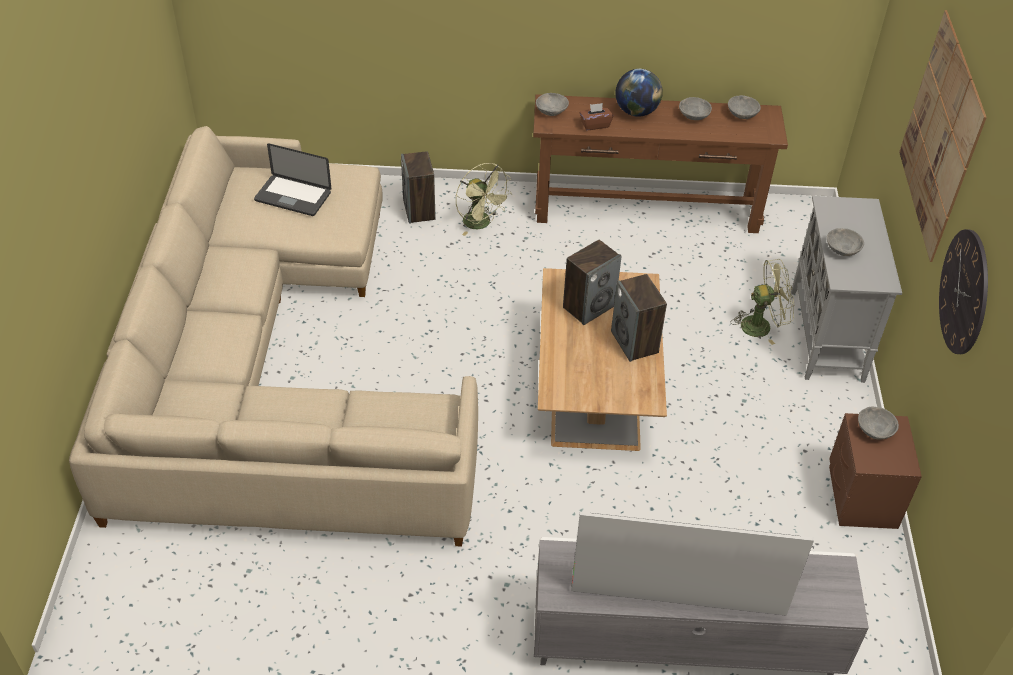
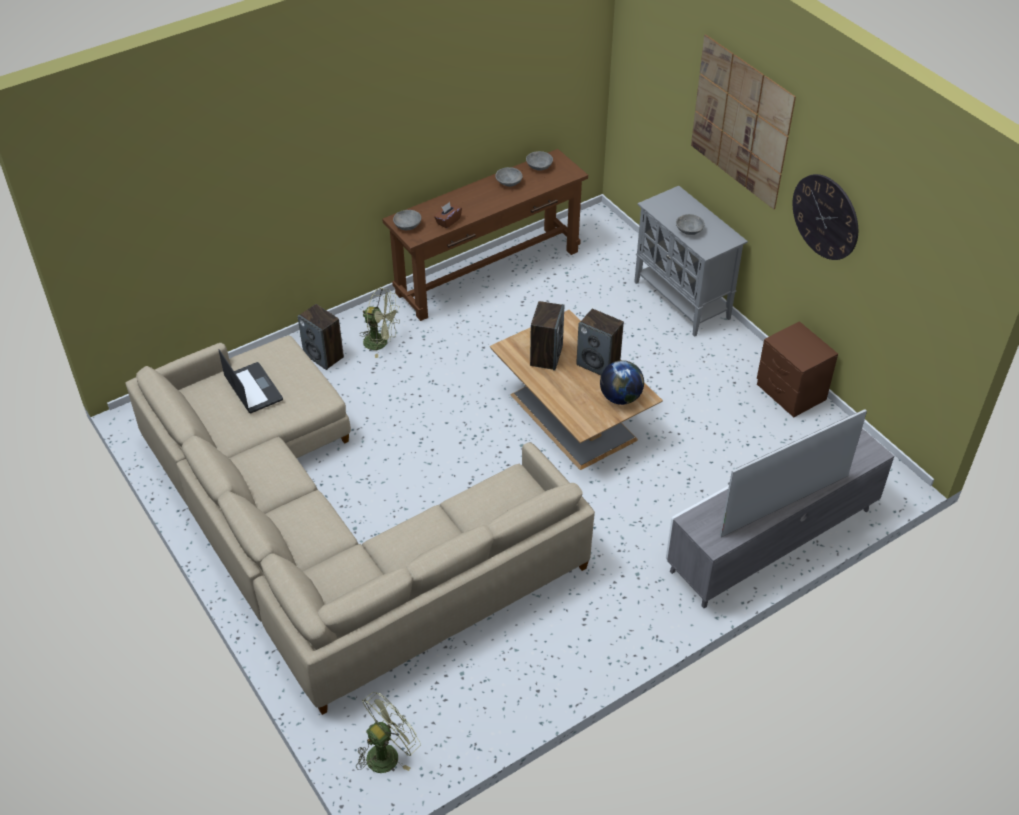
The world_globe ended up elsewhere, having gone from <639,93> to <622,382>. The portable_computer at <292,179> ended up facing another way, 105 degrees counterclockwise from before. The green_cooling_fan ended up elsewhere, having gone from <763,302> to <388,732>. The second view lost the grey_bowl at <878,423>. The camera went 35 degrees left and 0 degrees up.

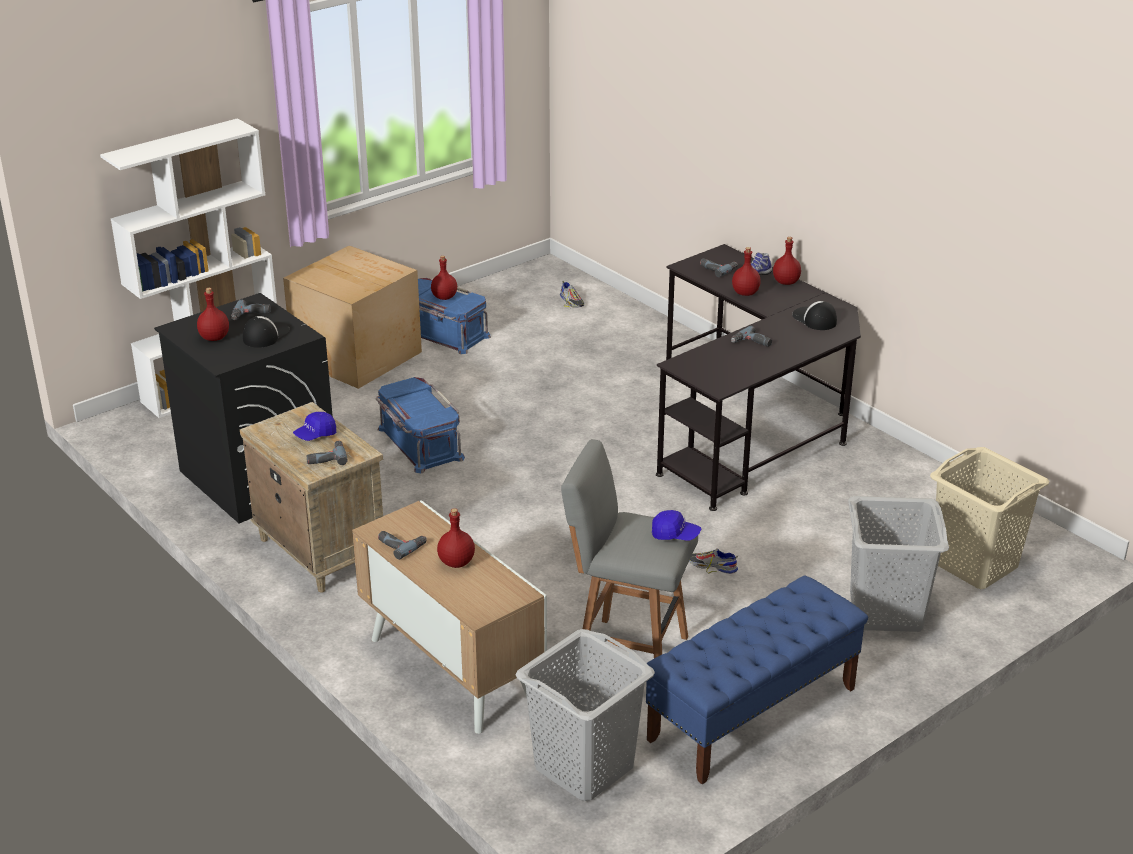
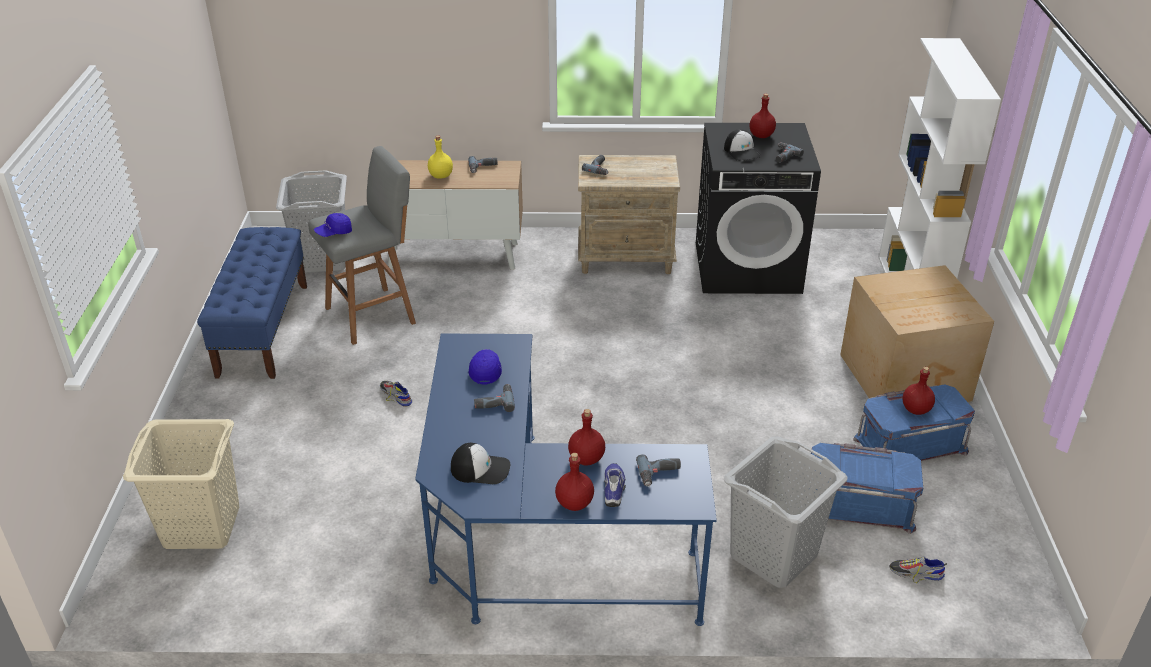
What was the blackish_desk_unit at <758,377> turned into the bluish_desk_unit at <566,480>. The bluish_storage_bin ended up elsewhere, having gone from <420,425> to <867,488>. The bluish_peaked_cap ended up elsewhere, having gone from <314,426> to <485,367>. The grey_laundry_basket ended up elsewhere, having gone from <898,564> to <786,512>. What was the red_drink_bottle at <456,538> turned into the yellowish_drink_bottle at <440,157>. The low_shoe at <713,561> ended up facing another way, 105 degrees counterclockwise from before. The camera went 130 degrees right and 5 degrees up.

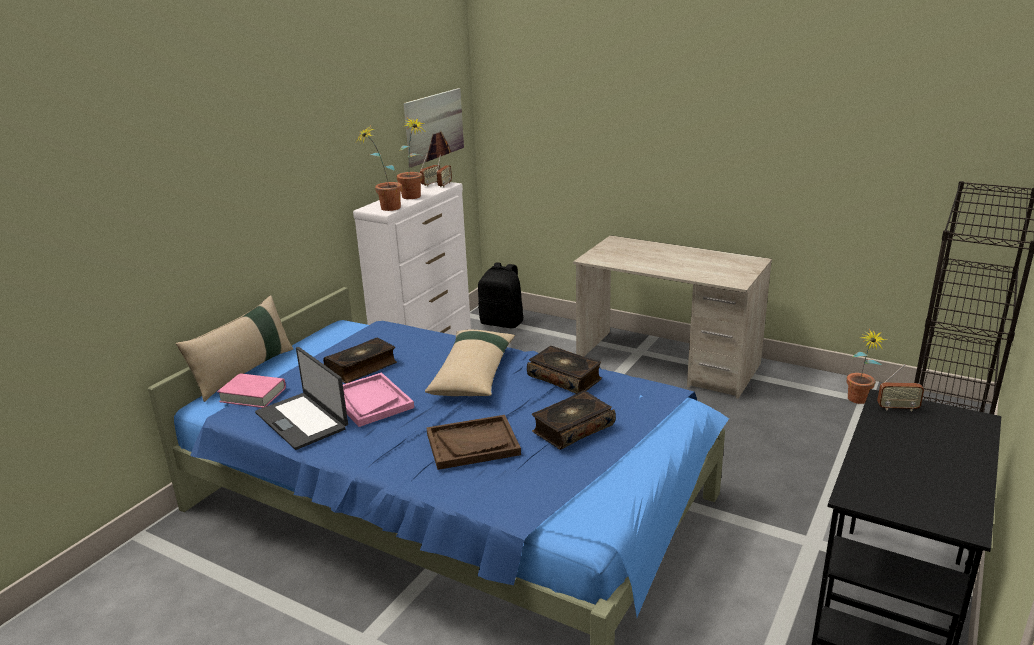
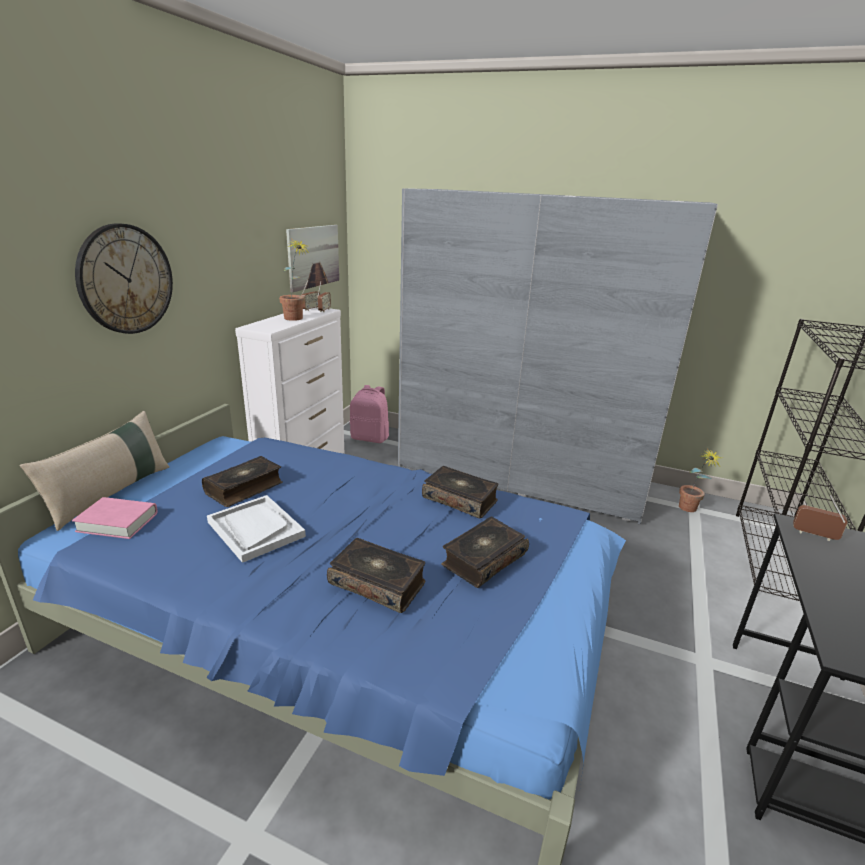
The second view lost the potted_plant at <379,169>. Where the beige-coloured_desk_unit stood at <672,317>, the grey_clothes_cupboard came to stand at <558,356>. What was the blackish_backpack at <501,295> turned into the pinkish_backpack at <369,414>. The second view lost the beige-coloured_throw_pillow at <470,362>. The second view lost the portable_computer at <301,398>. The radio at <900,387> ended up facing another way, 150 degrees counterclockwise from before. What was the pinkish_serving_tray at <378,399> turned into the white-coloured_serving_tray at <256,529>. Where the brown_serving_tray stood at <473,442>, the book came to stand at <376,575>. The second view gained the hanging_clock at <124,278>. The camera went 10 degrees left and 0 degrees up.

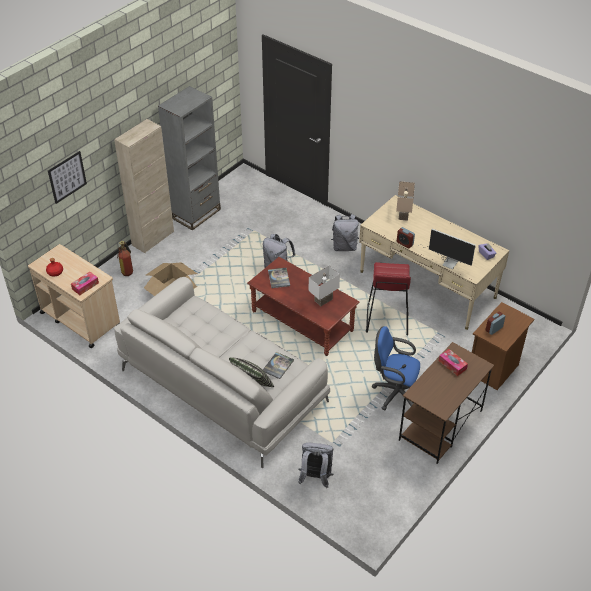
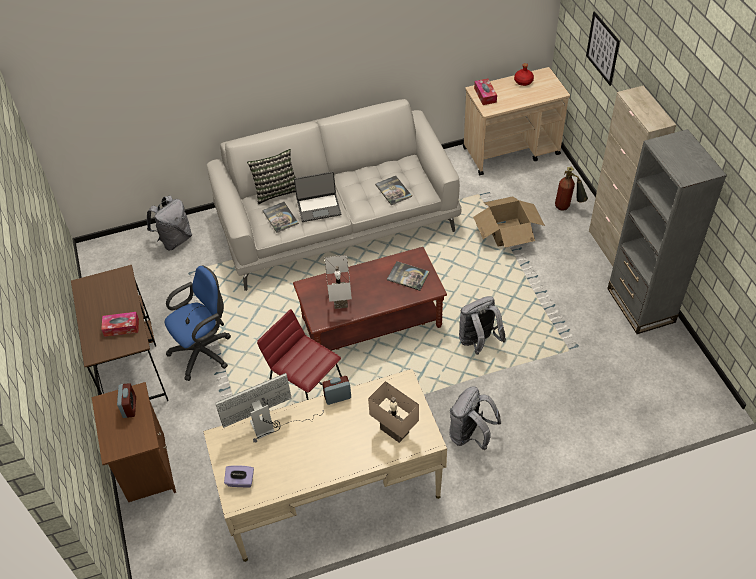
The second view gained the portable_computer at <317,196>. The second view gained the book at <393,190>. The camera went 125 degrees right and 5 degrees up.

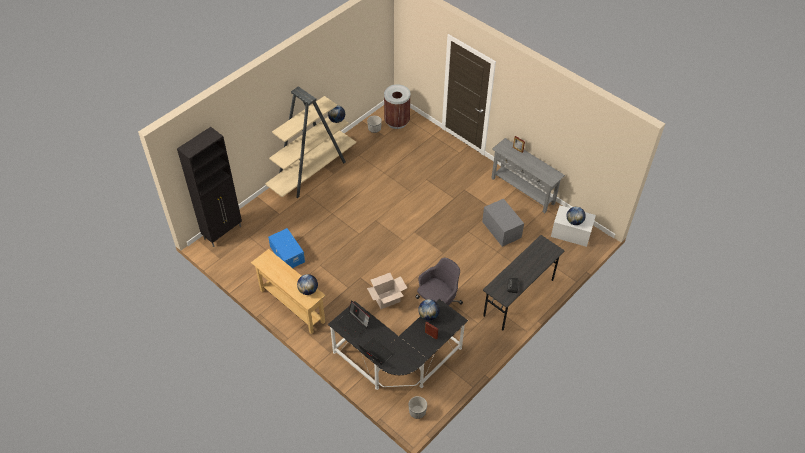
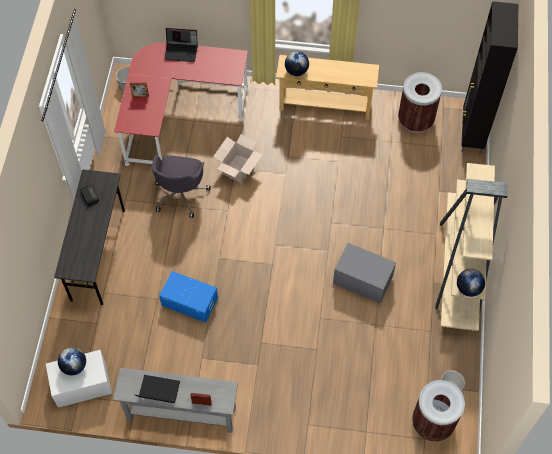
The grey_storage_bin ended up elsewhere, having gone from <503,223> to <364,273>. The bluish_storage_bin ended up elsewhere, having gone from <286,248> to <188,297>. What was the blackish_desk_unit at <398,344> turned into the red_desk_unit at <181,104>. The second view lost the world_globe at <429,310>. The portable_computer ended up elsewhere, having gone from <353,319> to <157,389>. The second view gained the brown_rubbish_bin at <420,102>. The camera went 145 degrees right and 10 degrees up.

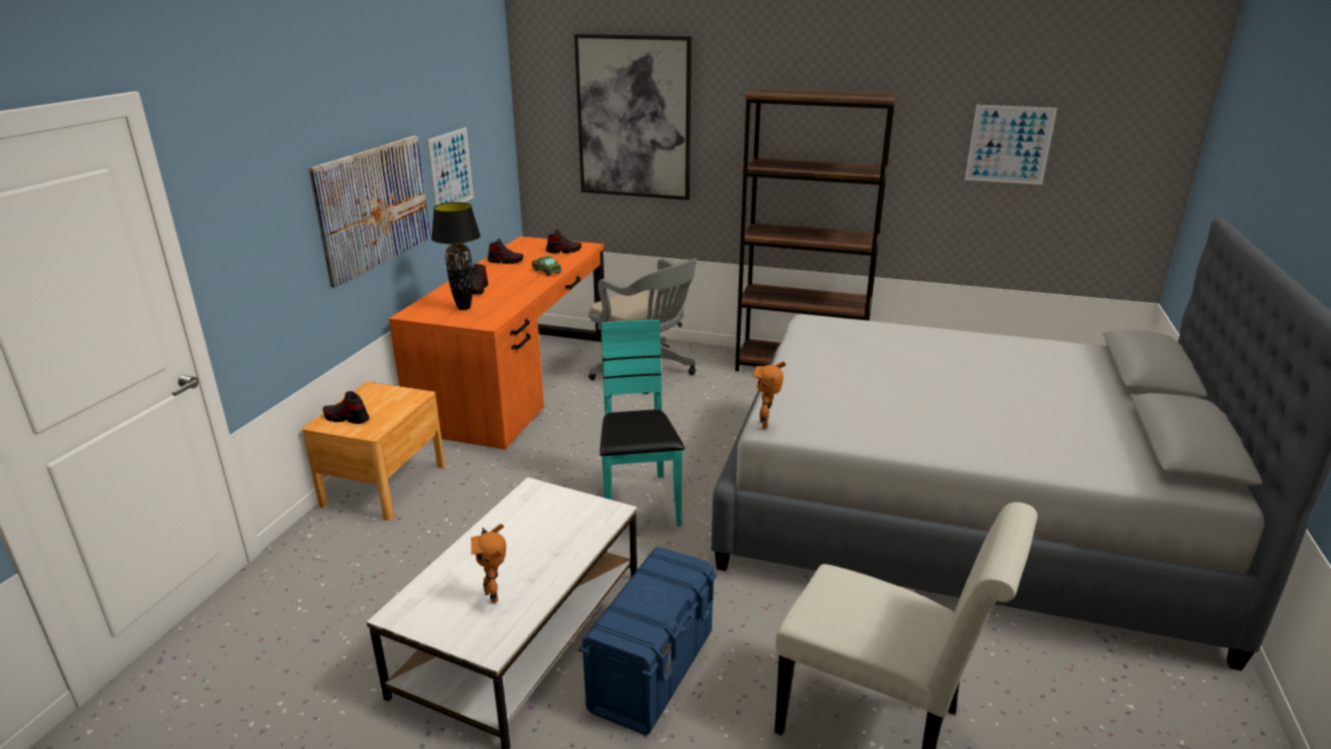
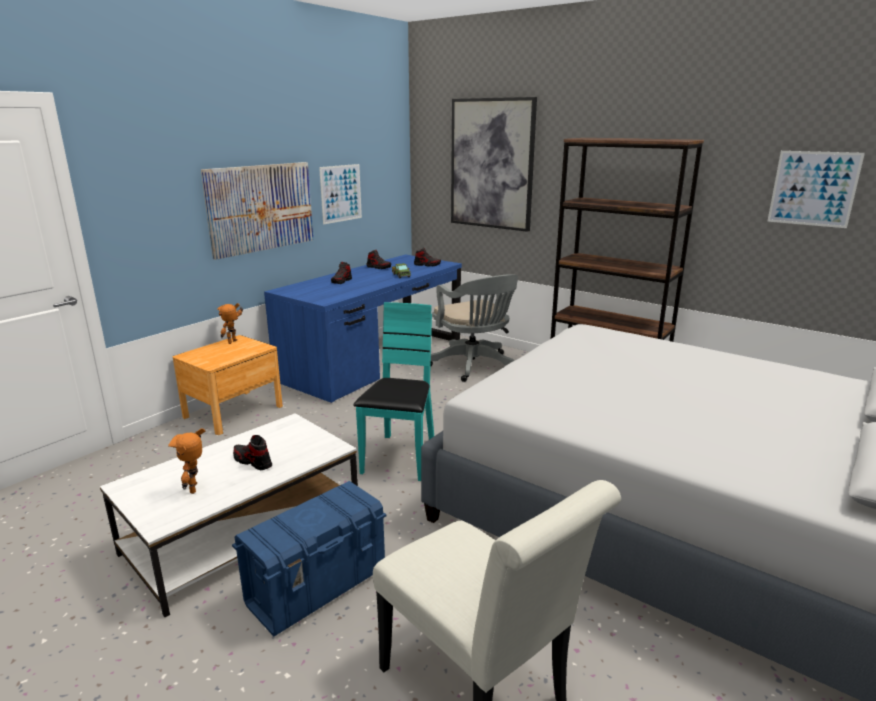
The second view lost the blackish_tabletop_lamp at <456,256>. What was the orangey_desk_unit at <496,343> turned into the bluish_desk_unit at <363,329>. The toy_robot ended up elsewhere, having gone from <769,395> to <230,323>. The low_shoe ended up elsewhere, having gone from <346,407> to <252,452>. The camera went 20 degrees right and 5 degrees down.

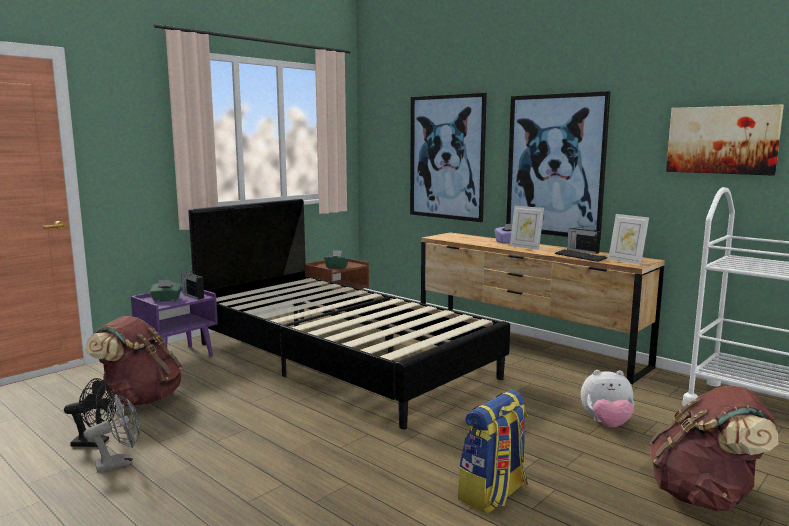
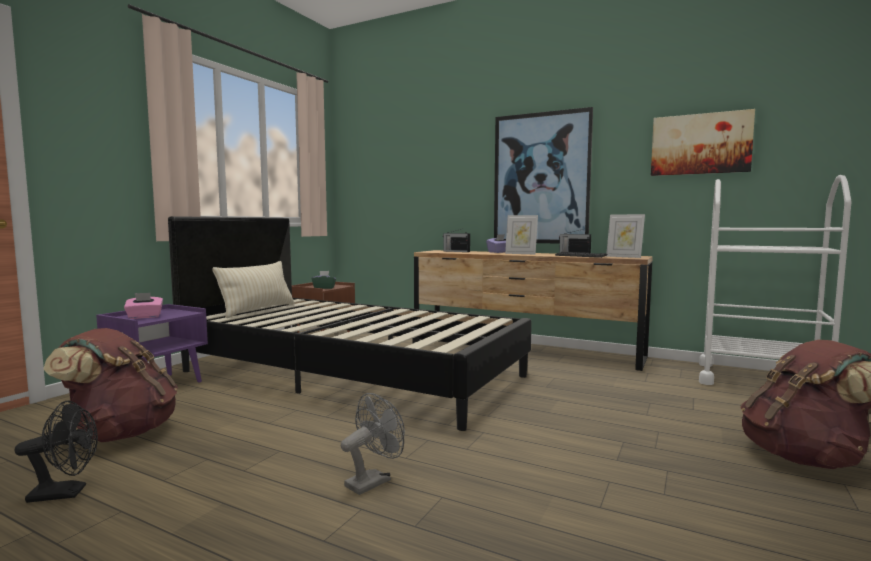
The second view lost the picture at <448,157>. The radio ended up elsewhere, having gone from <192,285> to <456,240>. What was the green_tissue_holder at <165,291> turned into the pinkish_tissue_holder at <143,306>. The second view lost the plush_toy at <607,398>. The second view lost the backpack at <493,451>. The grey_cooling_fan ended up elsewhere, having gone from <111,433> to <373,444>. The second view gained the beige-coloured_throw_pillow at <253,289>. The camera went 15 degrees left and 5 degrees down.

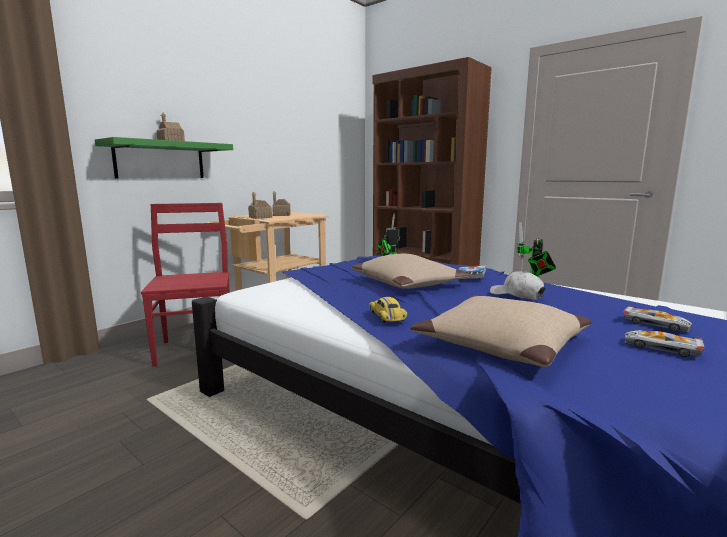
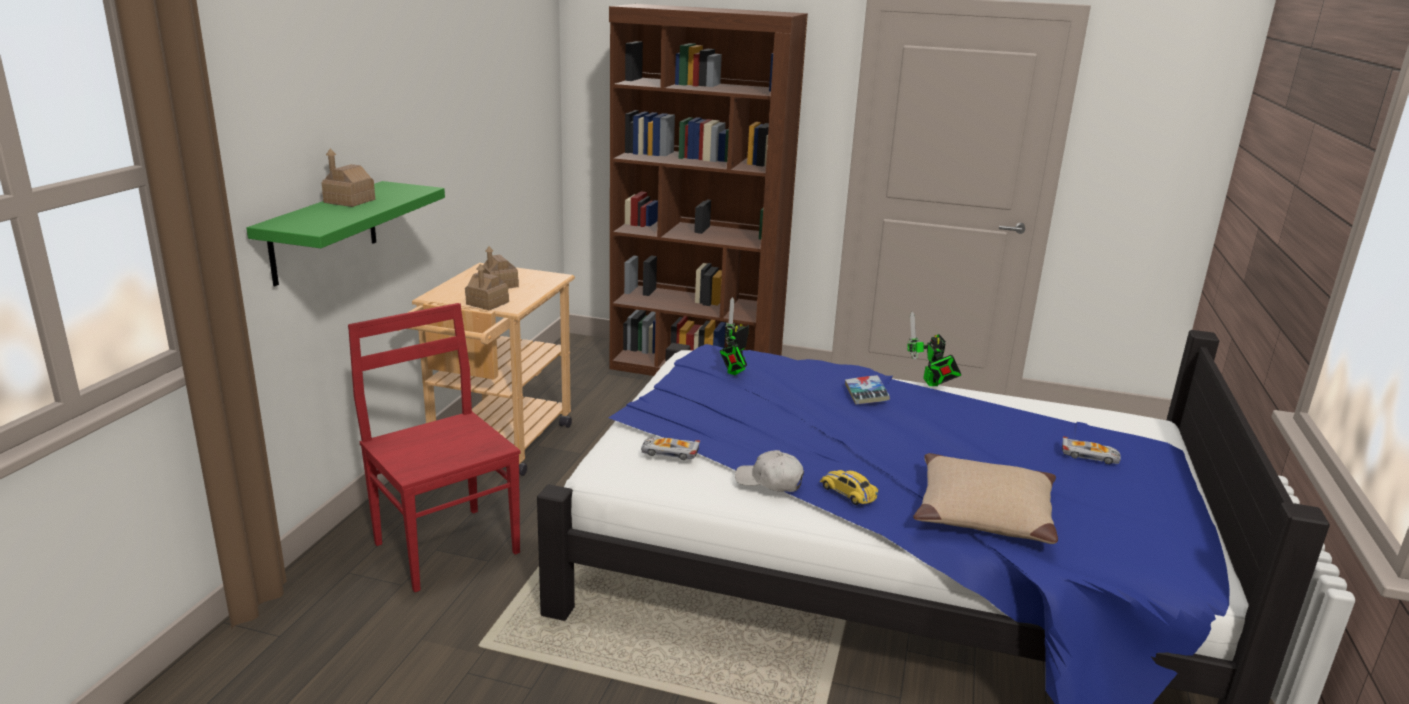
The second view lost the beige-coloured_throw_pillow at <410,271>. The white-coloured_peaked_cap ended up elsewhere, having gone from <517,285> to <769,471>. The toy_car ended up elsewhere, having gone from <665,343> to <670,448>. The camera went 25 degrees left and 10 degrees up.

